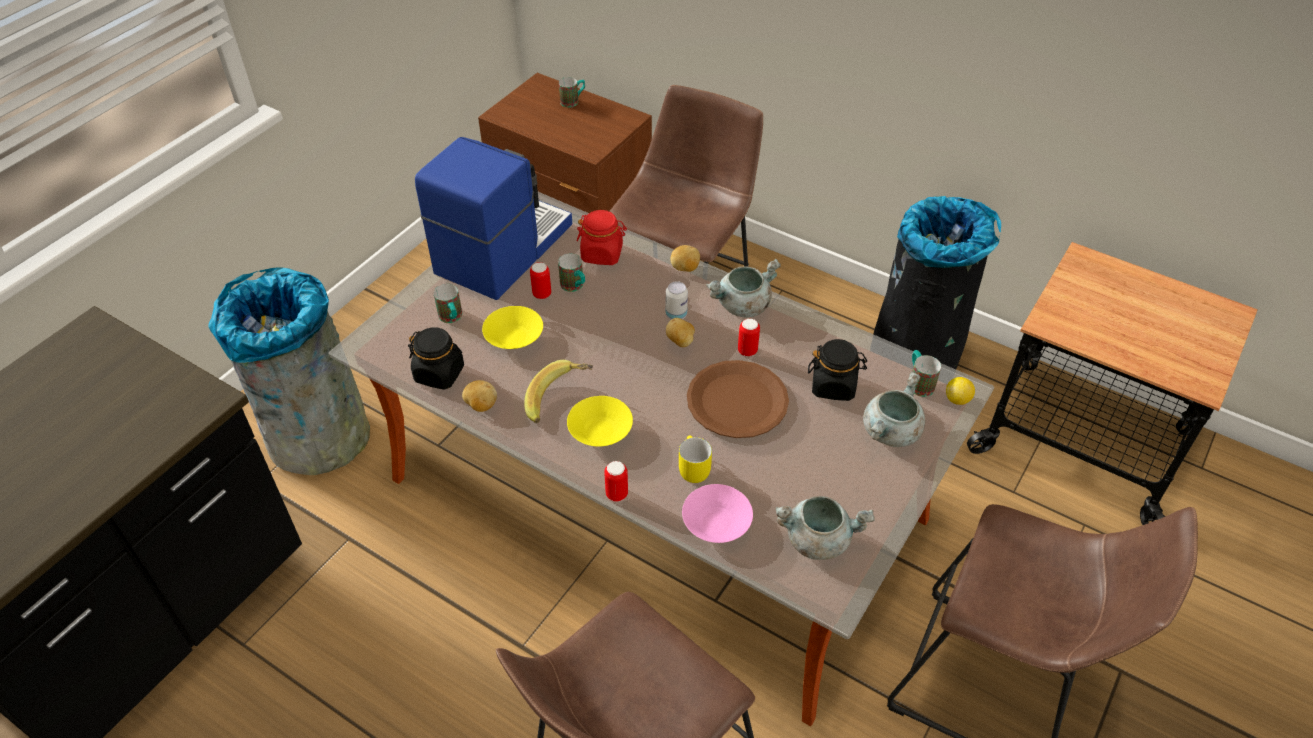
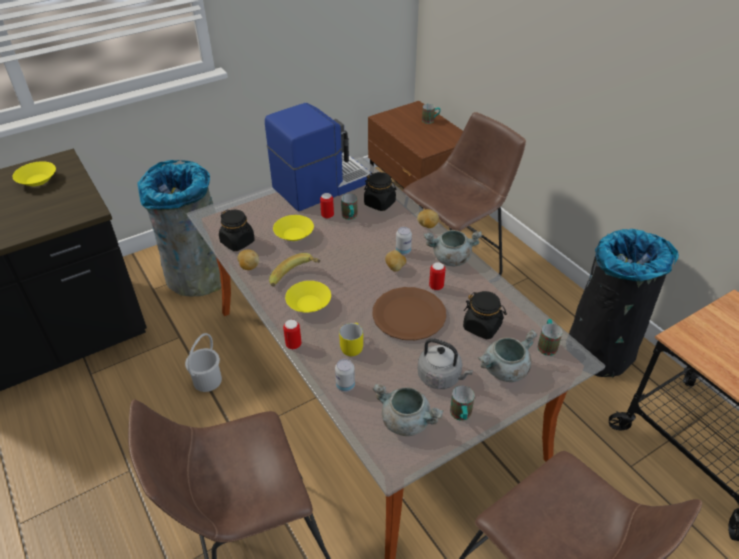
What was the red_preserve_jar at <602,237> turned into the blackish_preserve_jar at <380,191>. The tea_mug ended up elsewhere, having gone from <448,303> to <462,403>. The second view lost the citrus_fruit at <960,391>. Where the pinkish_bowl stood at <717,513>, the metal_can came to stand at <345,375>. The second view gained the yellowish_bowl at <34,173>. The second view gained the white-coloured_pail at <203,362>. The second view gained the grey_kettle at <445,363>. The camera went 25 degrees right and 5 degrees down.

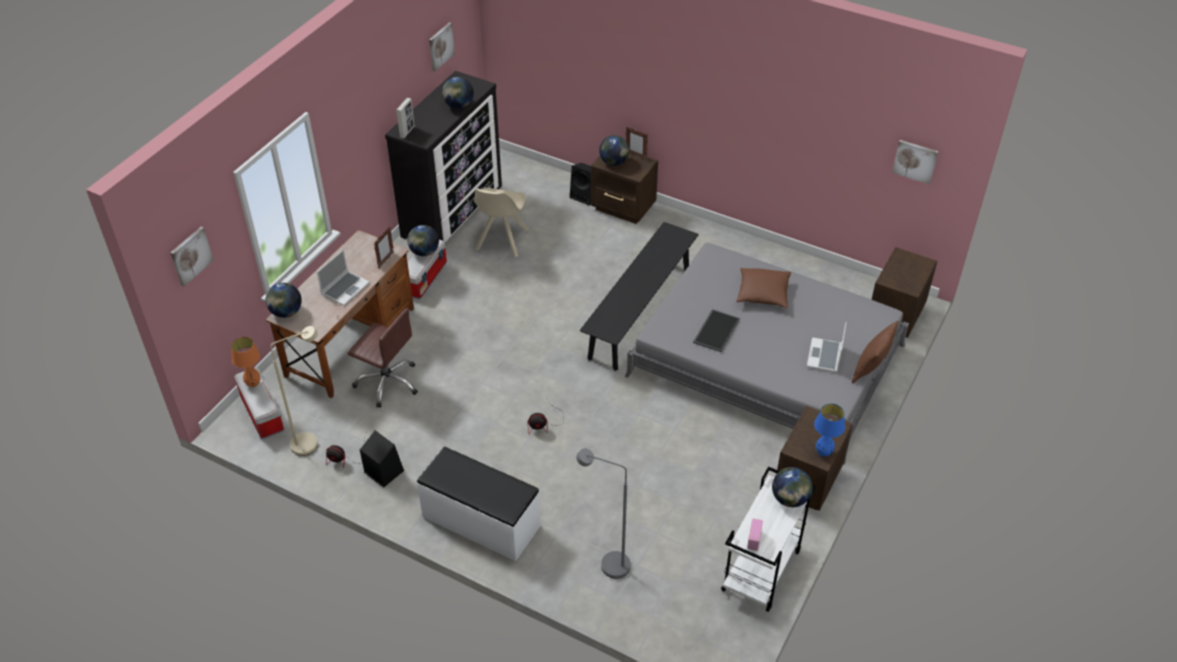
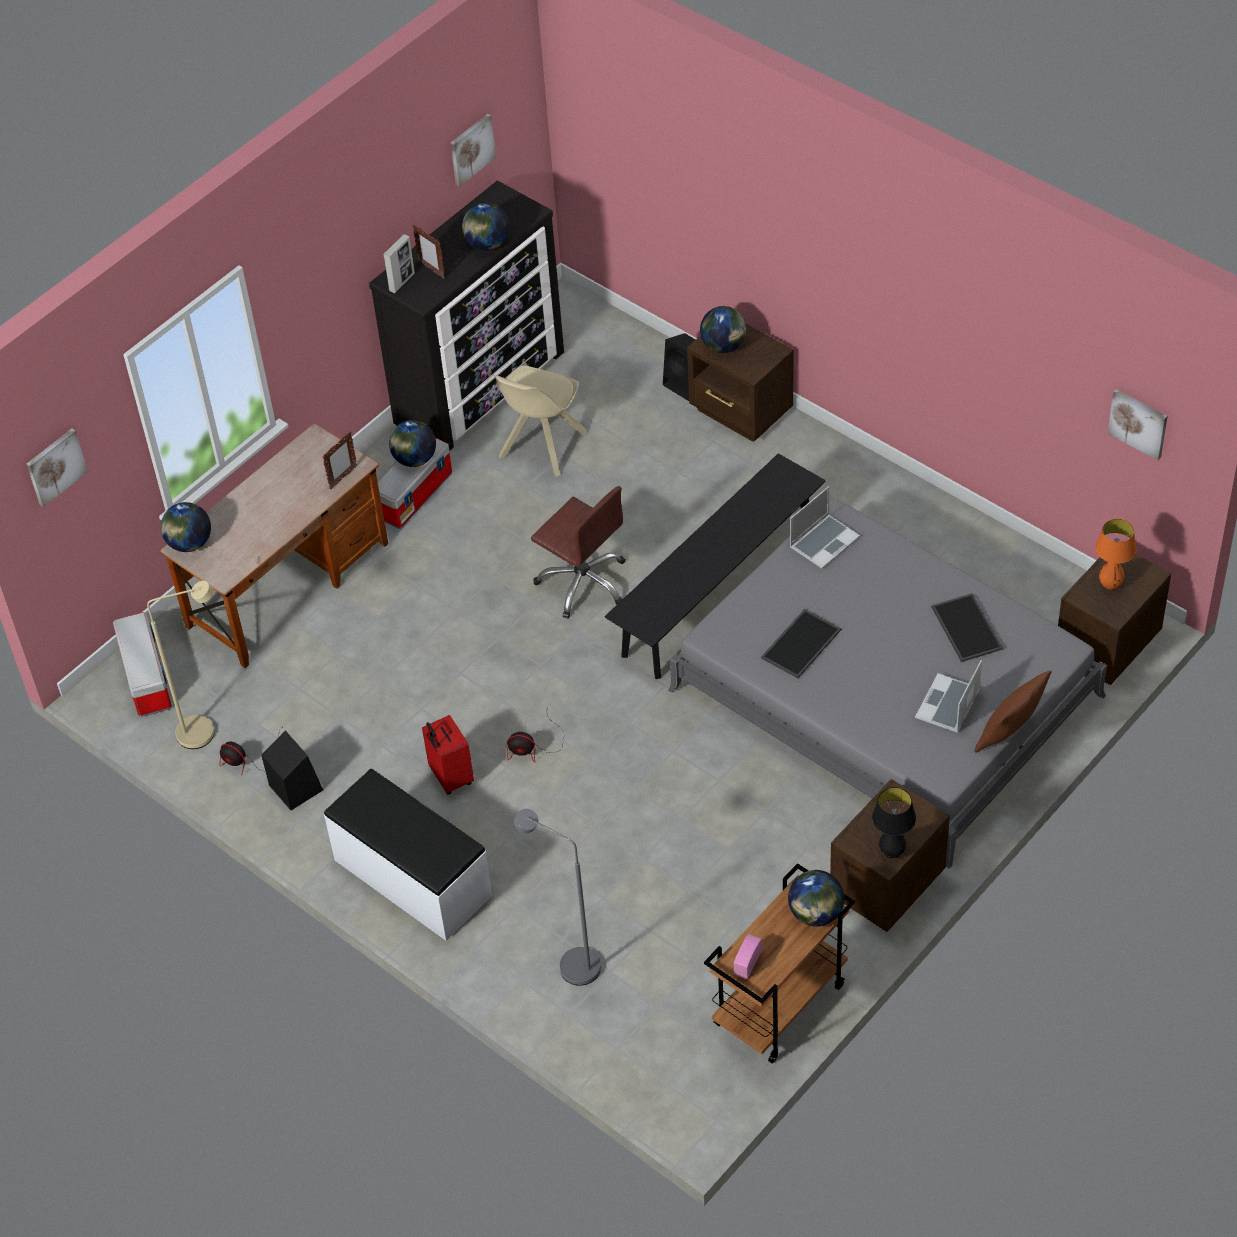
The photo_frame ended up elsewhere, having gone from <637,143> to <428,252>. The portable_computer ended up elsewhere, having gone from <343,277> to <825,527>. The second view lost the brown_throw_pillow at <763,288>. The brown_office_chair ended up elsewhere, having gone from <383,358> to <578,552>. The orangey_tabletop_lamp ended up elsewhere, having gone from <246,362> to <1115,554>. What was the bluish_tabletop_lamp at <829,430> turned into the blackish_tabletop_lamp at <894,822>. What was the white-coloured_trolley at <768,539> turned into the brown_trolley at <779,963>. The second view gained the serving_tray at <967,627>. The second view gained the red_travel_case at <448,754>. The camera went 15 degrees right and 5 degrees up.

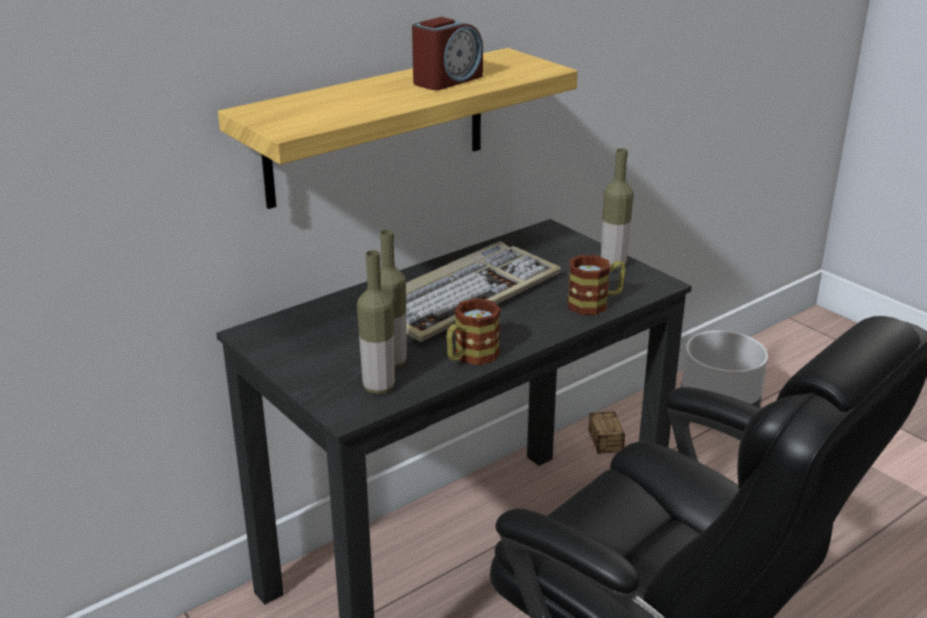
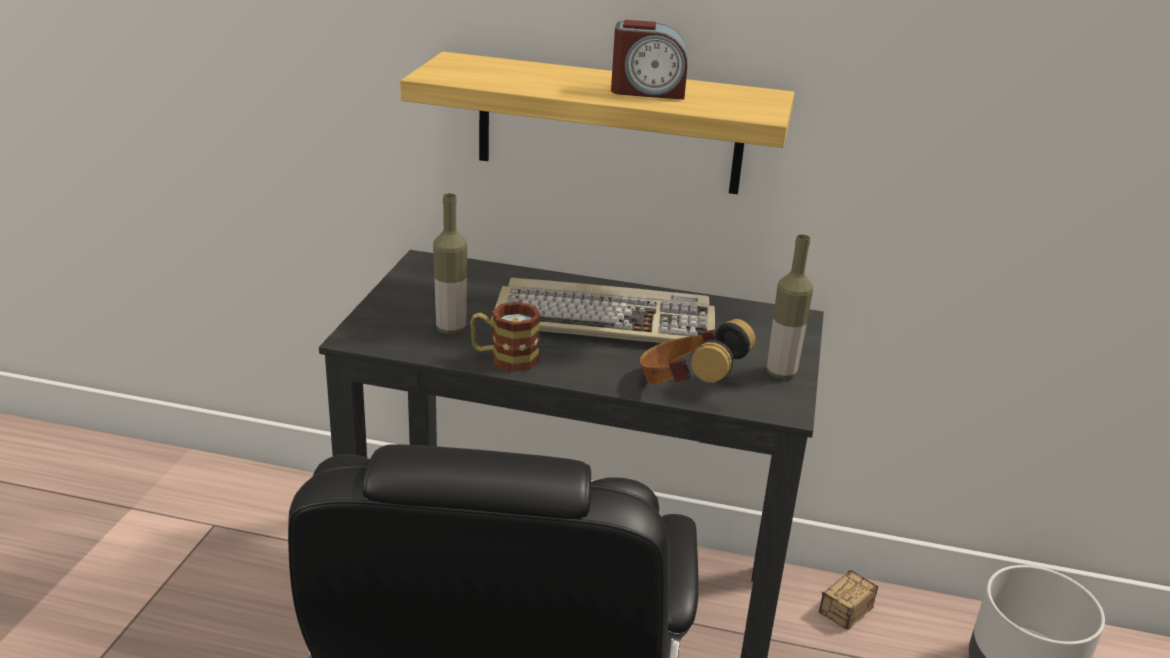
The second view lost the drink_bottle at <376,322>. Where the tea_mug stood at <596,285>, the pair_of_headphones came to stand at <698,351>. The camera went 50 degrees right and 0 degrees up.

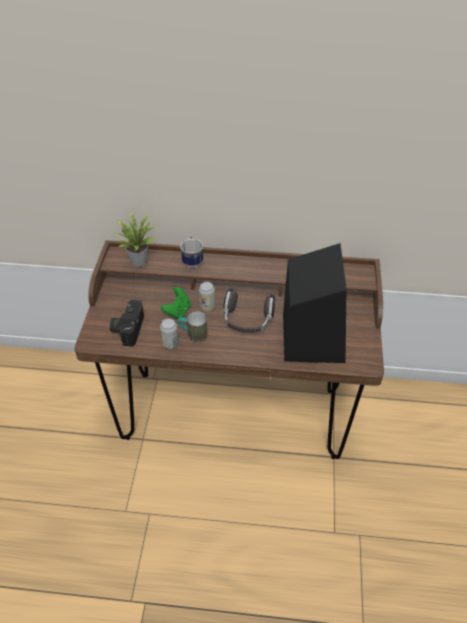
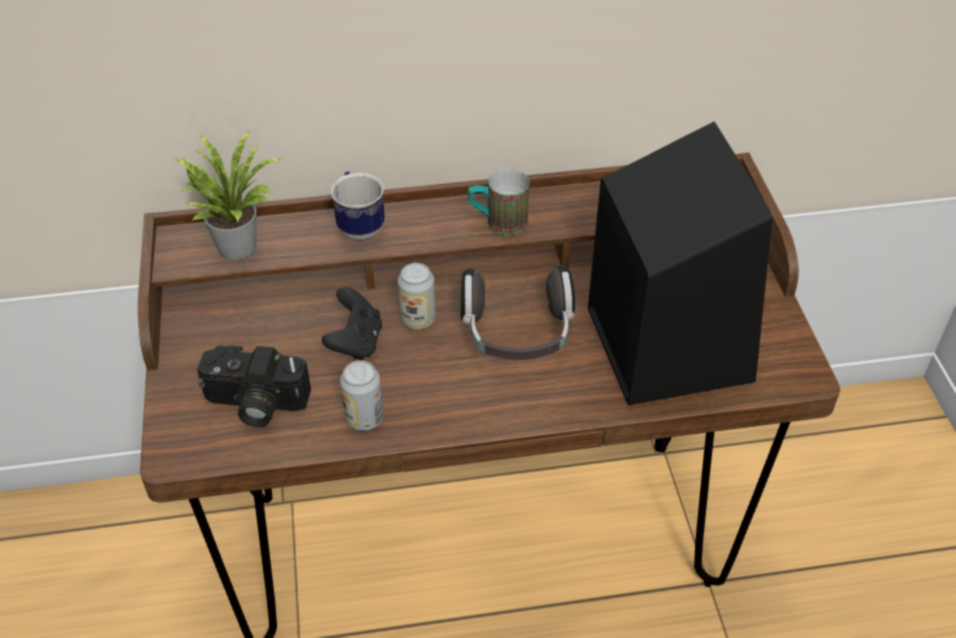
What was the green_gamepad at <176,303> turned into the blackish_gamepad at <352,324>. The photo_camera at <127,323> ended up facing another way, 75 degrees counterclockwise from before. The tea_mug ended up elsewhere, having gone from <192,327> to <498,201>. The camera went 15 degrees left and 0 degrees up.

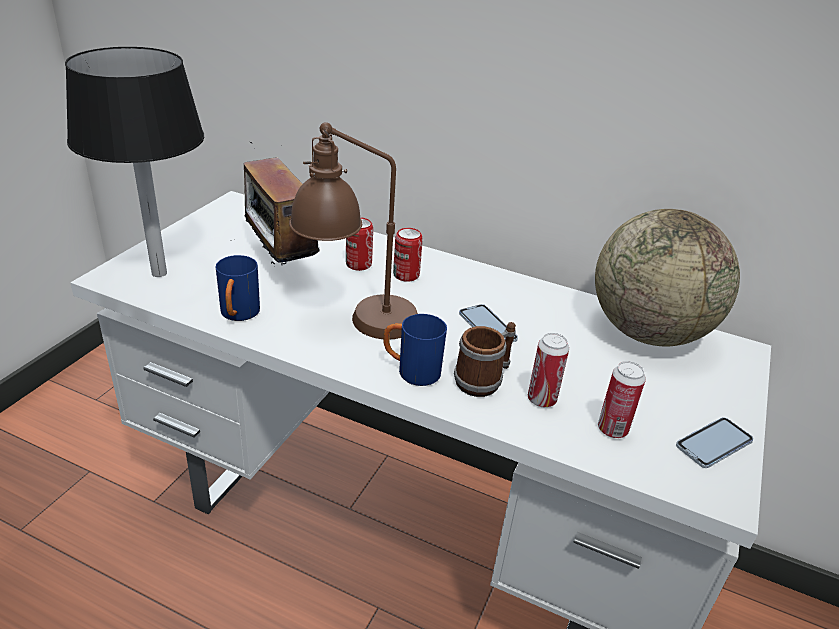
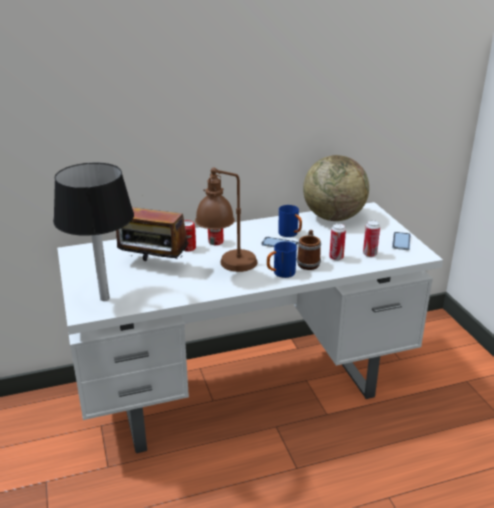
The bluish_tea_mug ended up elsewhere, having gone from <238,288> to <290,221>. The camera went 40 degrees left and 5 degrees down.

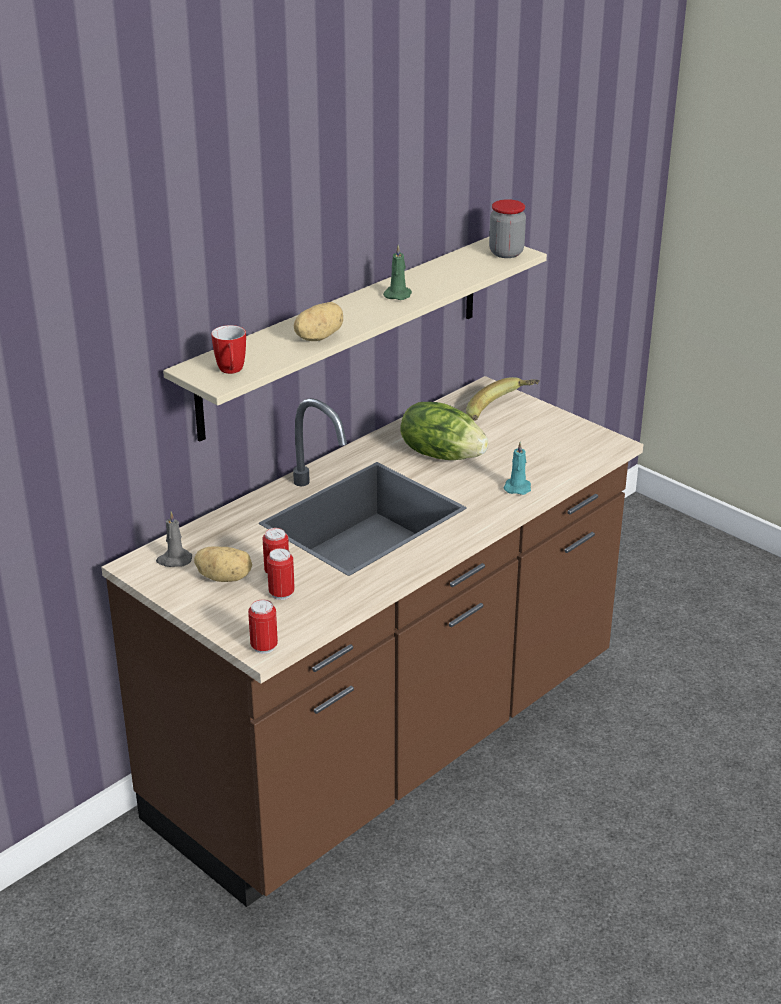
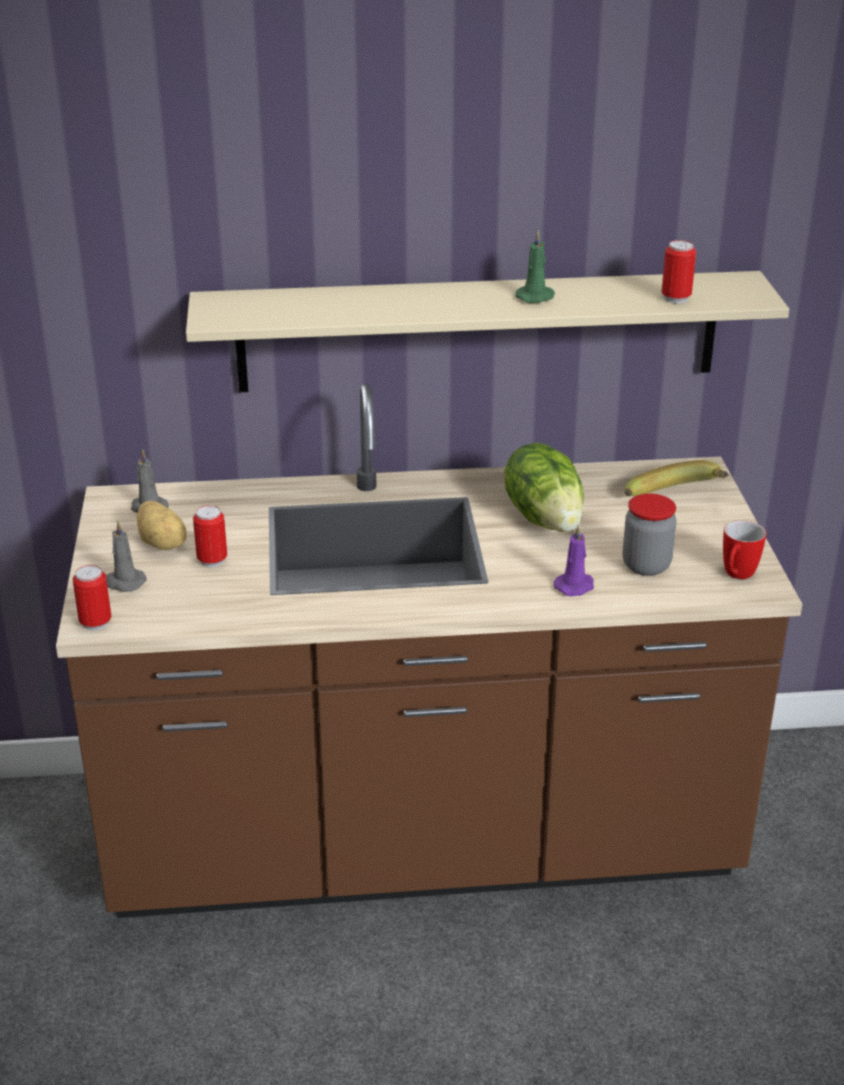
The preserve_jar ended up elsewhere, having gone from <507,228> to <649,535>. The second view lost the whole_potato at <318,321>. The tea_mug ended up elsewhere, having gone from <228,349> to <744,549>. What was the turquoise_wax_candle at <517,468> turned into the purplish_wax_candle at <574,560>. The metal_can ended up elsewhere, having gone from <281,574> to <679,271>. The second view gained the grey_wax_candle at <126,556>. The camera went 40 degrees right and 0 degrees up.

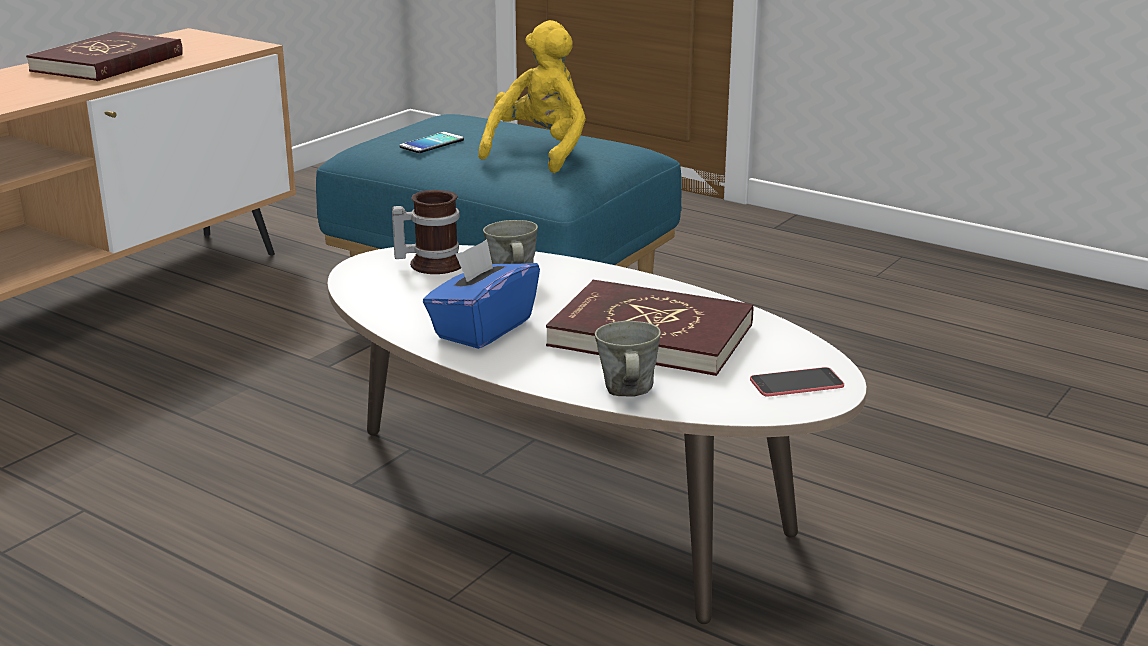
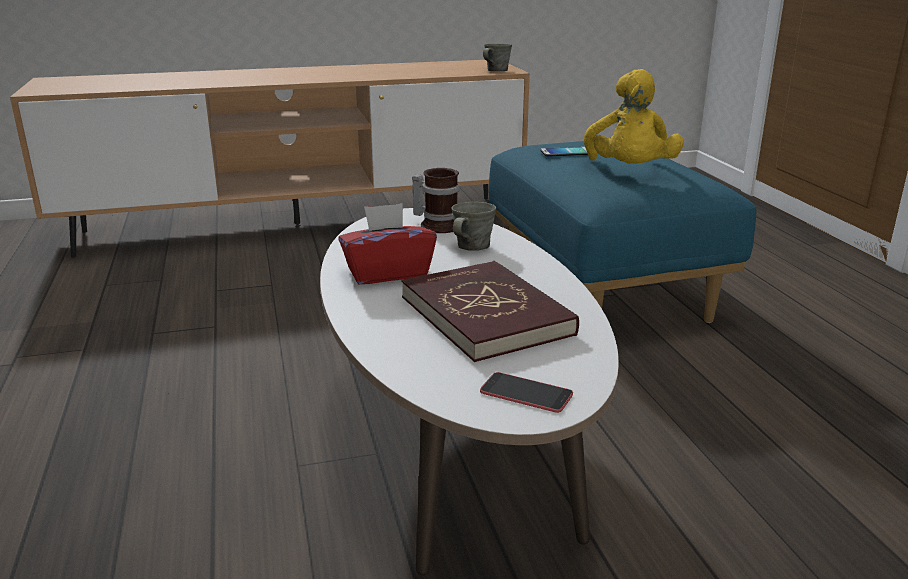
The yellowish_plush_toy at <532,96> ended up facing another way, 120 degrees clockwise from before. The second view lost the red_book at <104,56>. What was the bluish_tissue_holder at <481,294> turned into the red_tissue_holder at <387,243>. The grey_tea_mug ended up elsewhere, having gone from <628,358> to <497,57>. The camera went 40 degrees right and 0 degrees up.

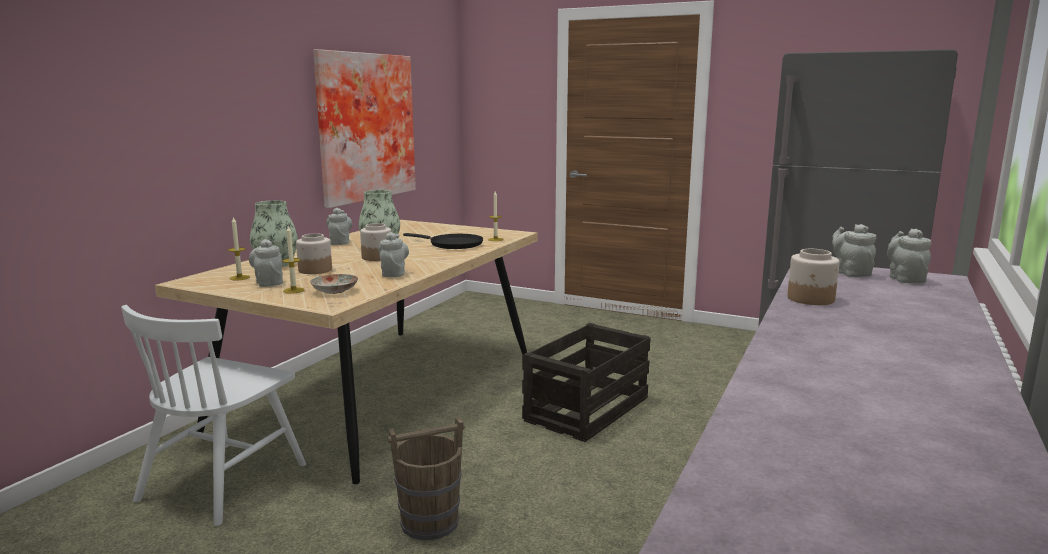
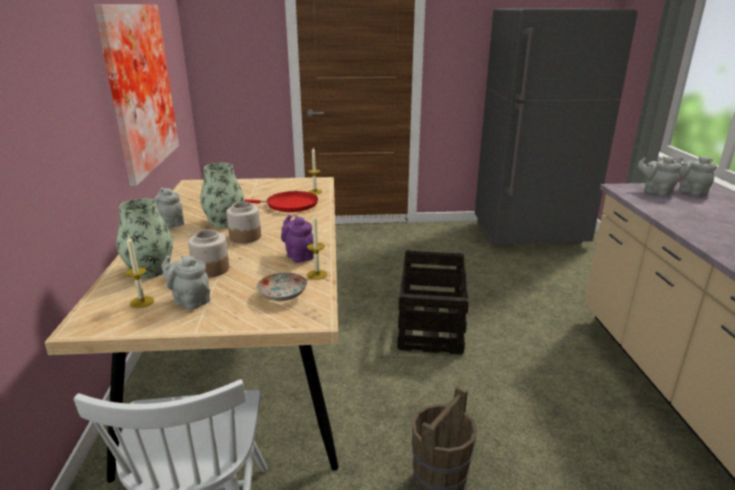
The wax_candle ended up elsewhere, having gone from <293,260> to <317,247>. What was the grey_pot_for_tea at <393,254> turned into the purplish_pot_for_tea at <297,238>. What was the blackish_pan at <443,241> turned into the red_pan at <281,201>. The second view lost the preserve_jar at <813,277>. The camera went 30 degrees left and 10 degrees up.

